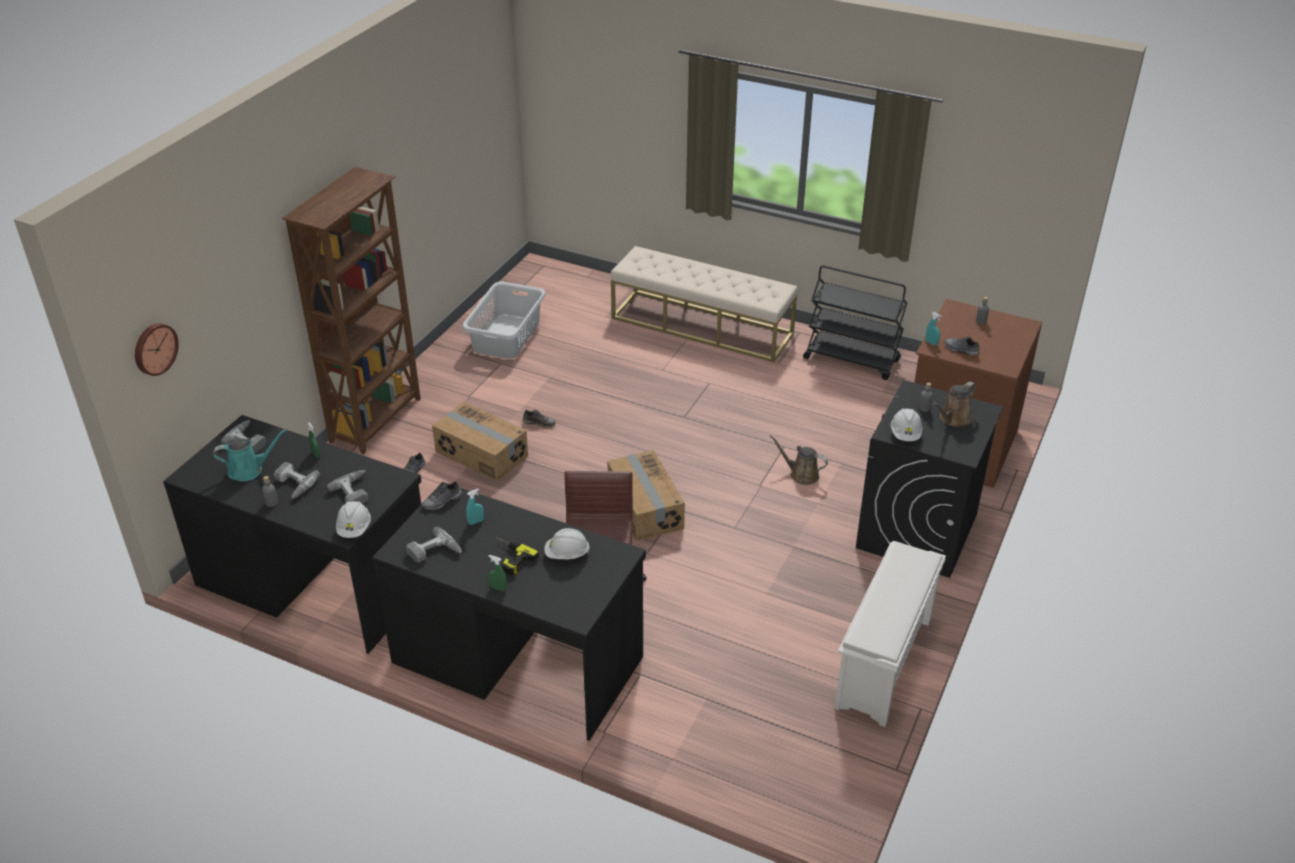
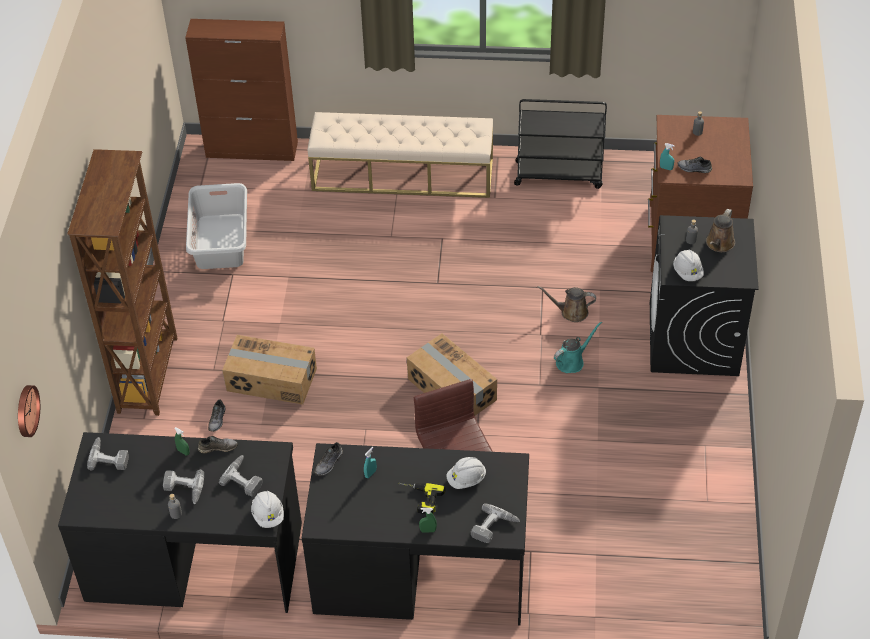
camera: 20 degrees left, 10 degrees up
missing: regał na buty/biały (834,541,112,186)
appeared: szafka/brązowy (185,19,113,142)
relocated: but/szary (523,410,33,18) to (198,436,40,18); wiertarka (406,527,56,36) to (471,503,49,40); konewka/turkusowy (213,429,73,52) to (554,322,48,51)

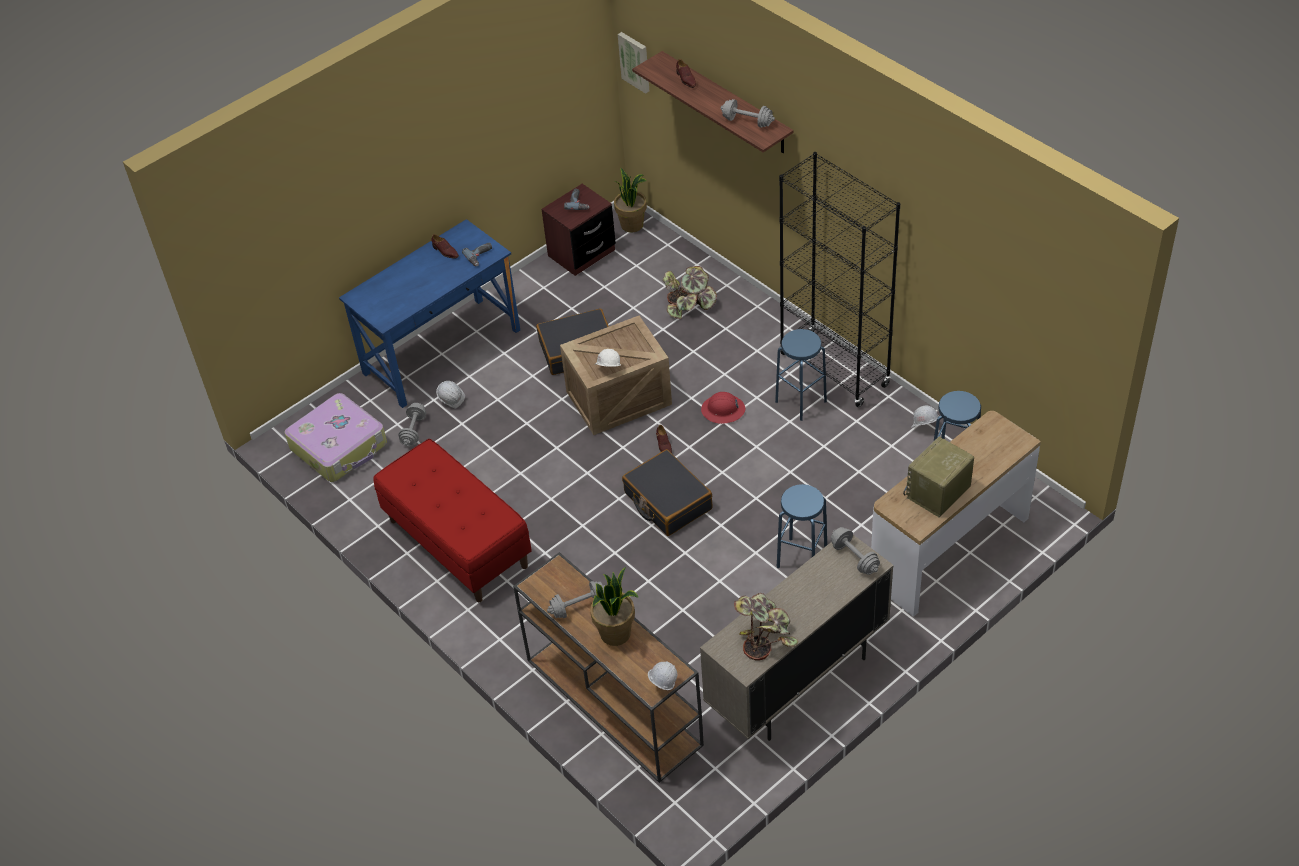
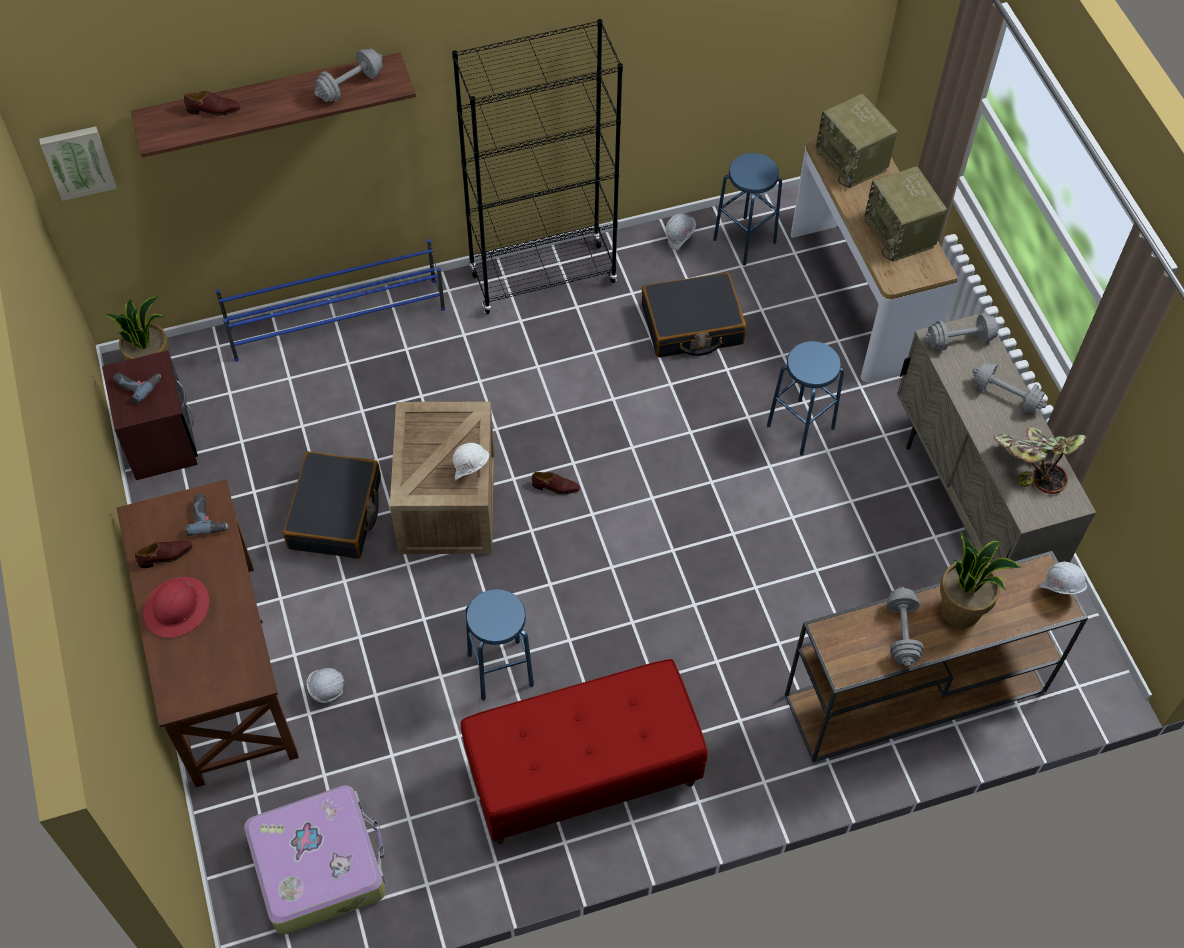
camera: 70 degrees left, 10 degrees up
missing: roślina doniczkowa (663,266,54,53)
appeared: regał na buty/niebieski (216,239,229,122); radio (816,94,82,94)
relocated: kask/czerwony (701,392,44,32) to (143,577,66,61); stołek/niebieski (775,329,52,92) to (466,589,68,112); walizka/czarny (622,449,90,87) to (642,272,104,86); hantel/szary (398,403,28,43) to (972,363,75,50)
colour: biurko/niebieski (339,219,181,189) to biurko/brązowy (117,479,182,308)

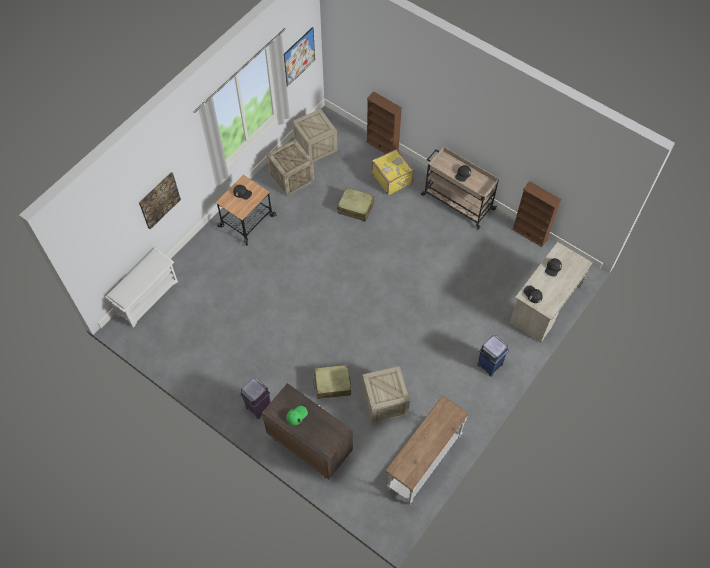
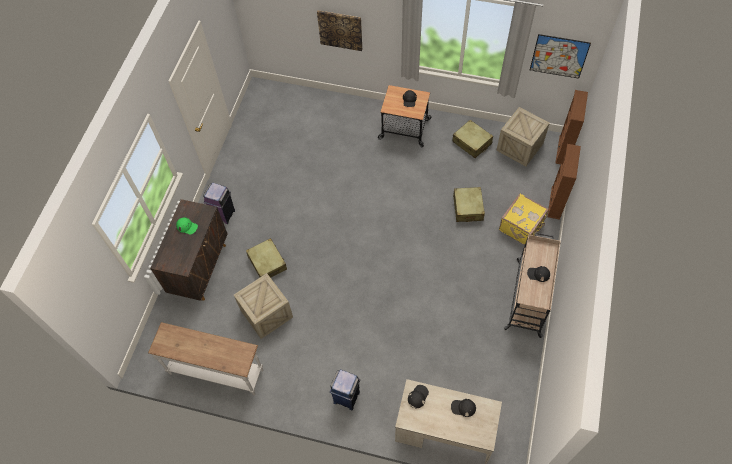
camera: 70 degrees right, 0 degrees up
missing: regał na buty/biały (105,248,73,80)
relocated: regał/brązowy (512,181,50,66) to (555,90,33,74)
exchanged: skrzynka (267,140,47,56) to walizka/beżowy (453,120,40,38)

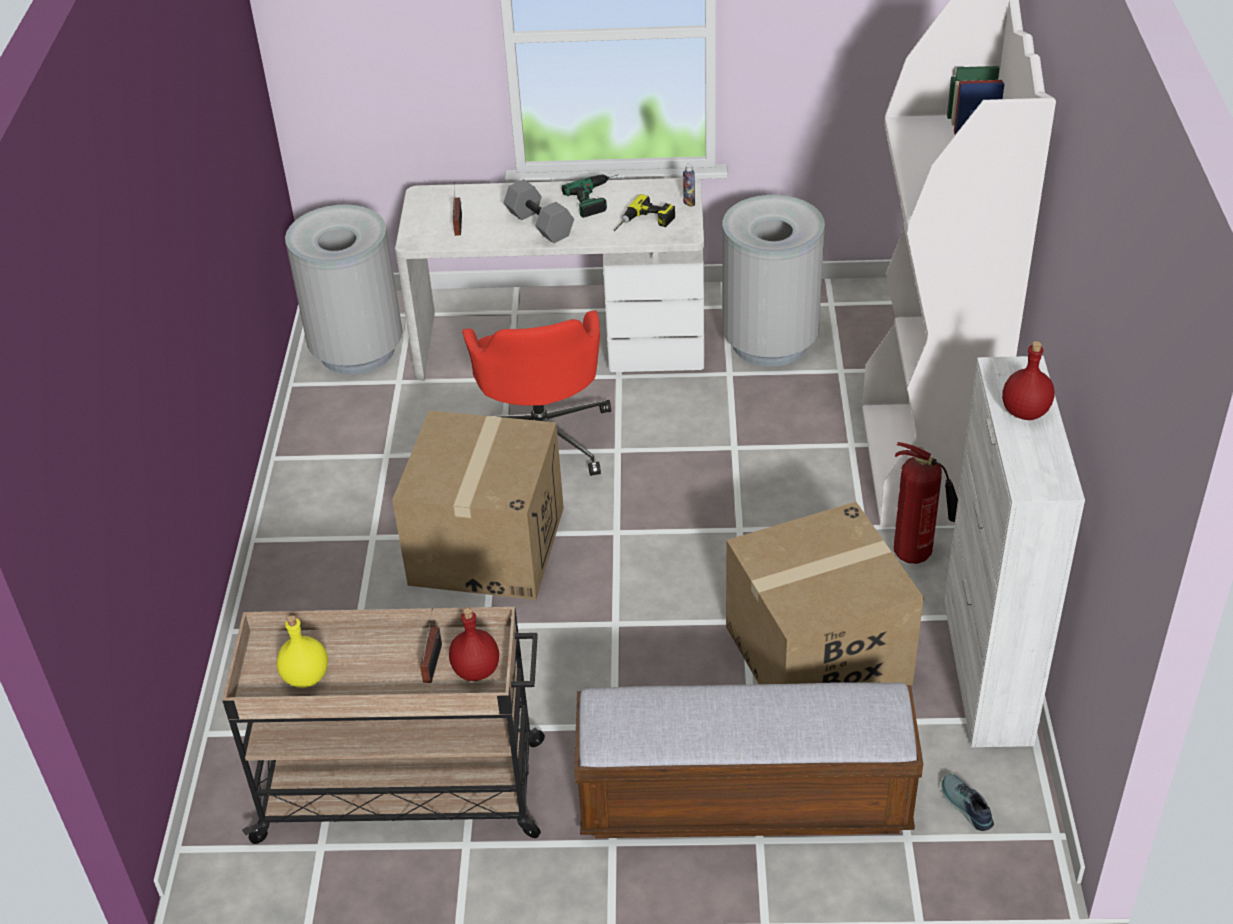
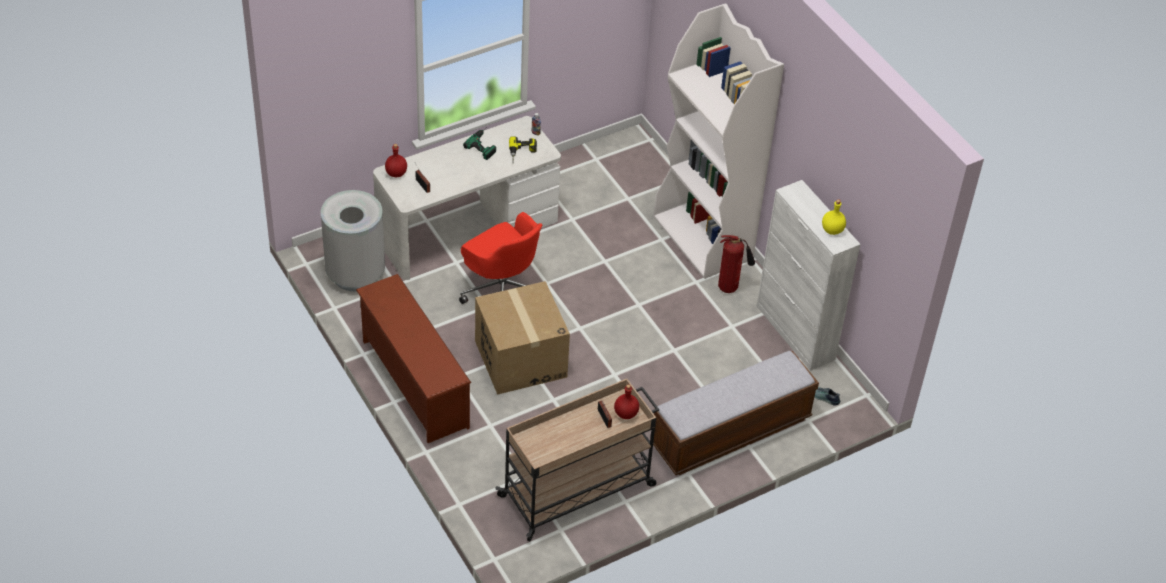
camera: 35 degrees left, 5 degrees up
missing: hantel/szary (504,179,70,64); kosz na śmieci/szary (722,195,103,171); karton (726,502,198,183)
appeared: regał na buty/brązowy (356,274,115,169)
relocated: butelka/czerwony (1002,341,53,79) to (385,144,22,33); butelka/żółty (277,615,51,73) to (822,199,24,36)

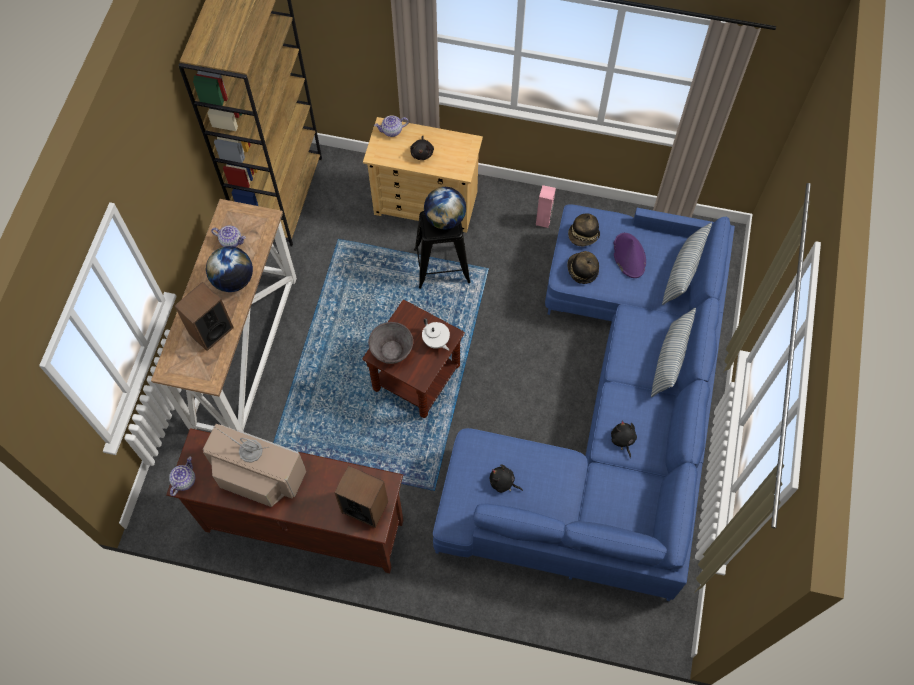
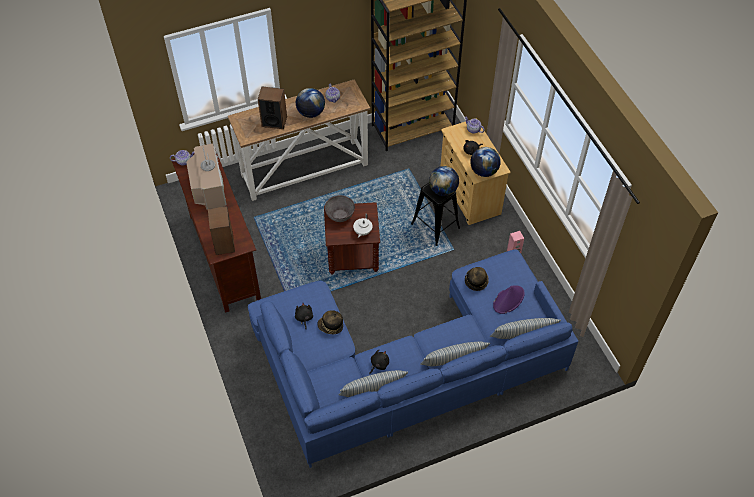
camera: 55 degrees right, 10 degrees down
appeared: poduszka (339,370,69,27); globus (470,147,31,30)
relocated: kapelusz (568,214,32,32) to (317,310,26,24)

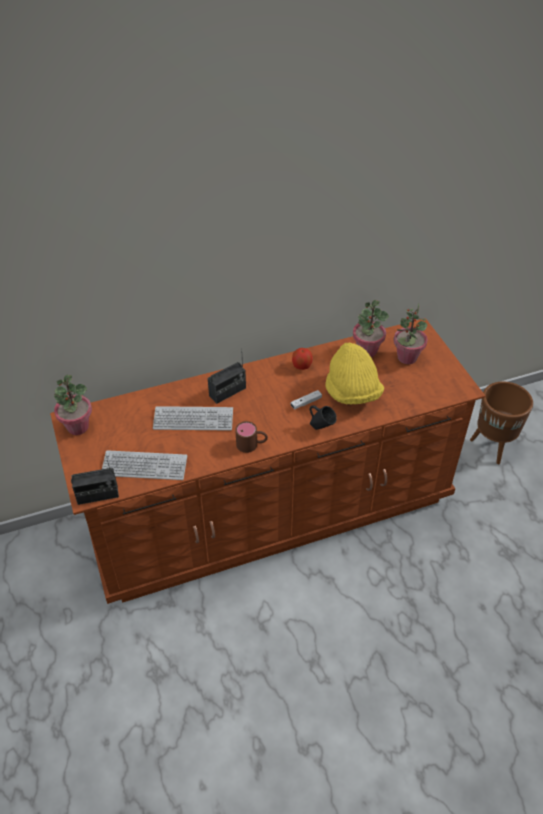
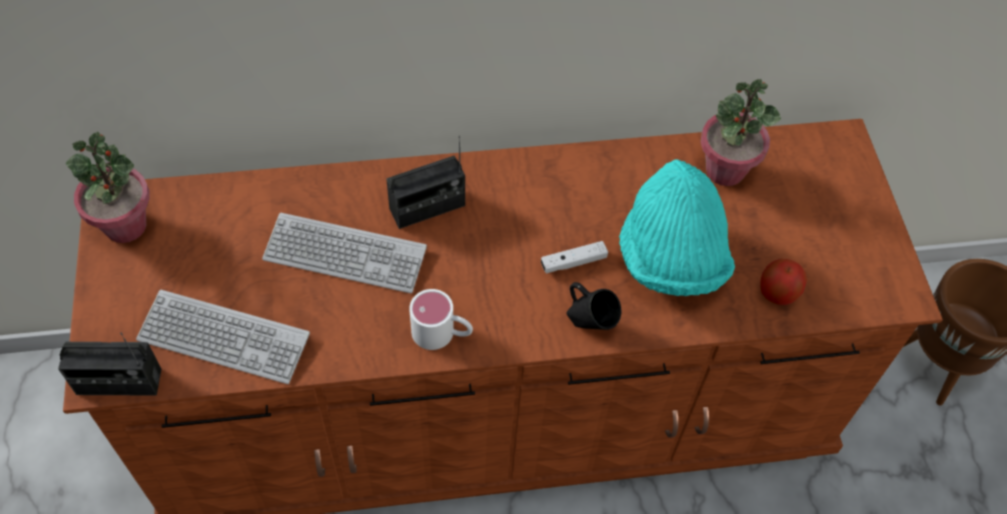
camera: 10 degrees right, 10 degrees up
missing: roślina doniczkowa (394,303,34,61)
relocated: jabłko (292,348,20,22) to (760,259,47,46)
colour: kubek/brązowy (235,421,33,32) to kubek/biały (409,289,64,61); kapelusz/żółty (325,343,59,62) to kapelusz/turkusowy (619,159,116,137)

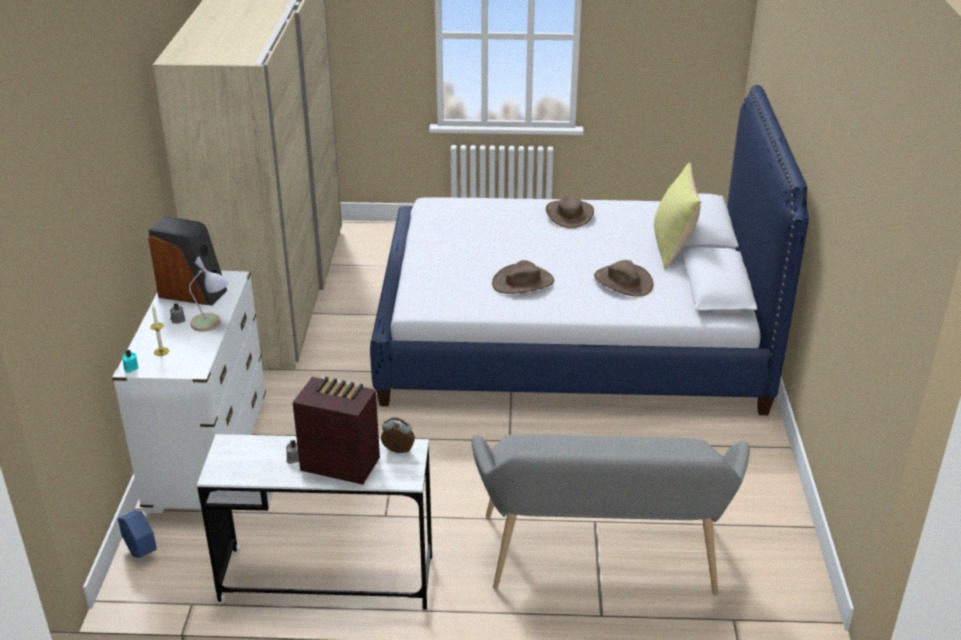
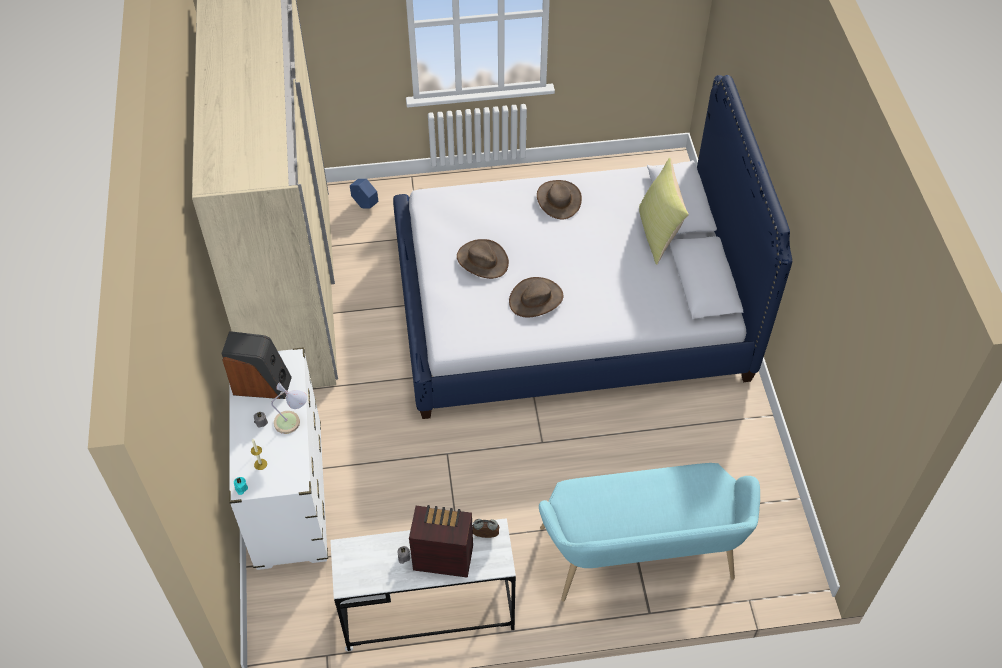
camera: 10 degrees left, 20 degrees up
relocated: donica/niebieski (118,510,39,48) to (350,179,28,30); kapelusz/brązowy (594,260,59,36) to (457,239,52,40)
colour: ławka/szary (471,434,279,161) to ławka/turkusowy (539,463,221,139)

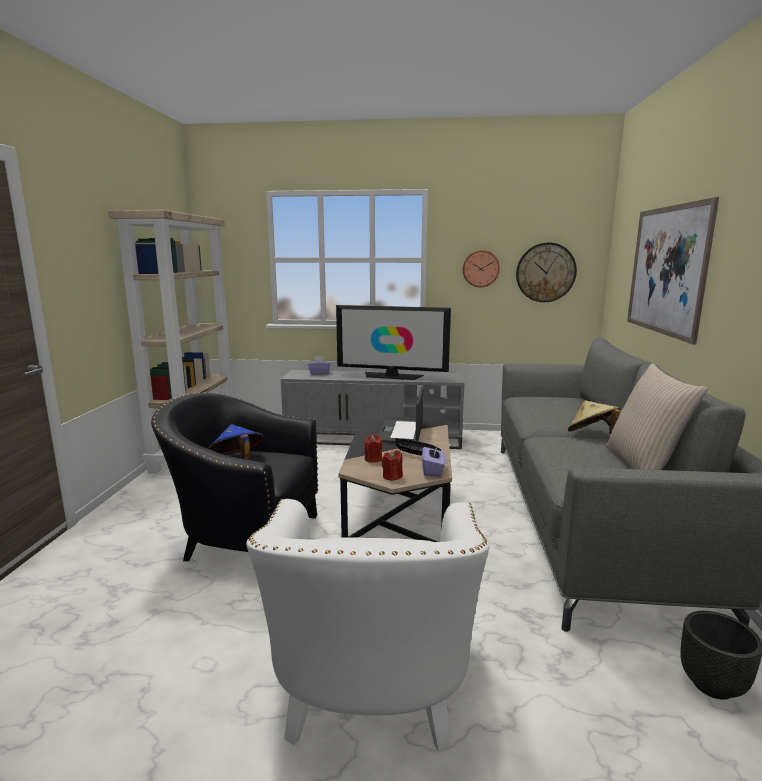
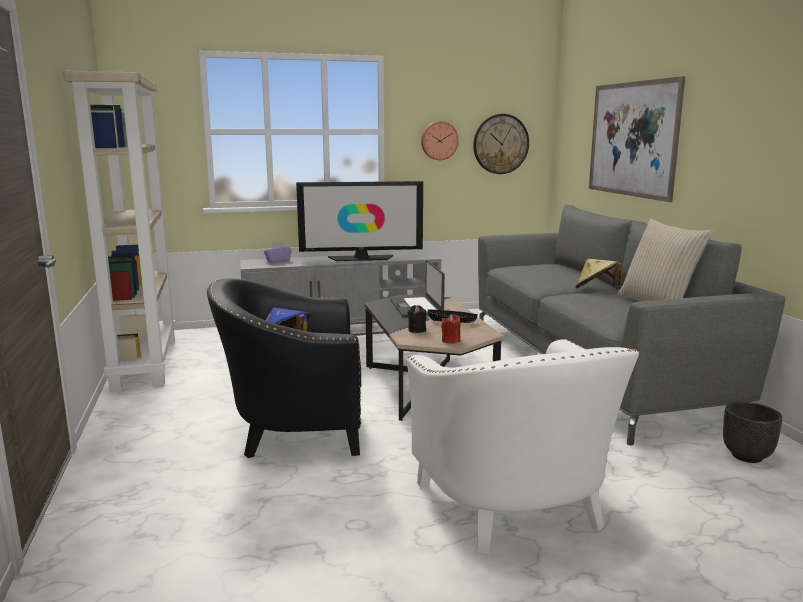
camera: 20 degrees left, 0 degrees up
missing: pudełko chusteczek/fioletowy (422,445,24,32)
colour: świeca/czerwony (364,434,18,29) to świeca/czarny (408,305,18,28)

